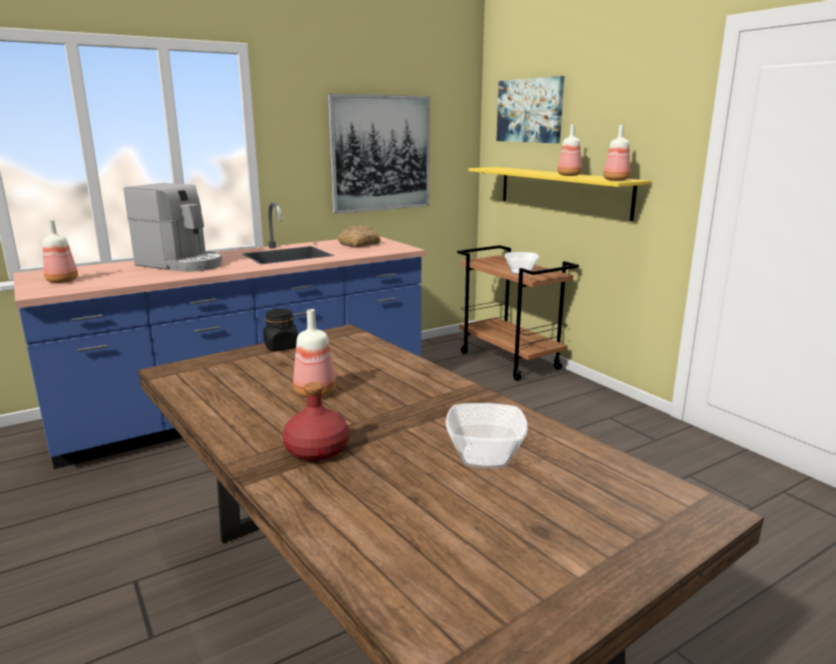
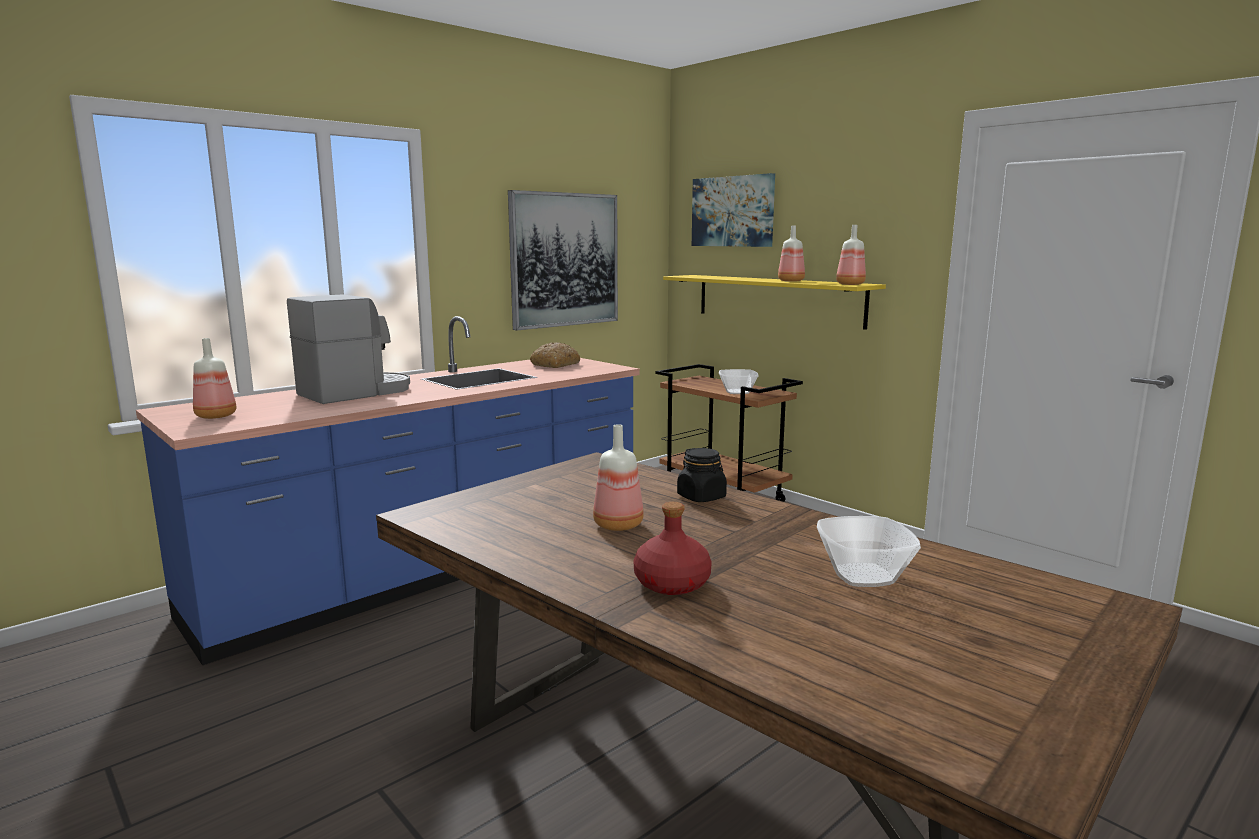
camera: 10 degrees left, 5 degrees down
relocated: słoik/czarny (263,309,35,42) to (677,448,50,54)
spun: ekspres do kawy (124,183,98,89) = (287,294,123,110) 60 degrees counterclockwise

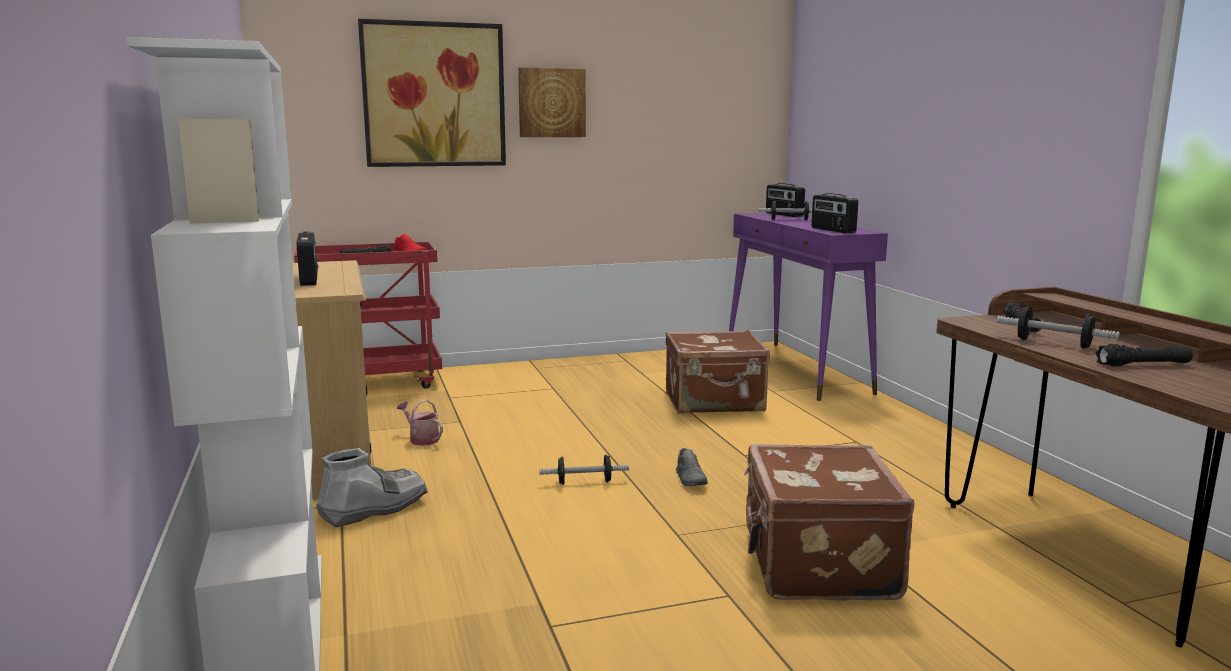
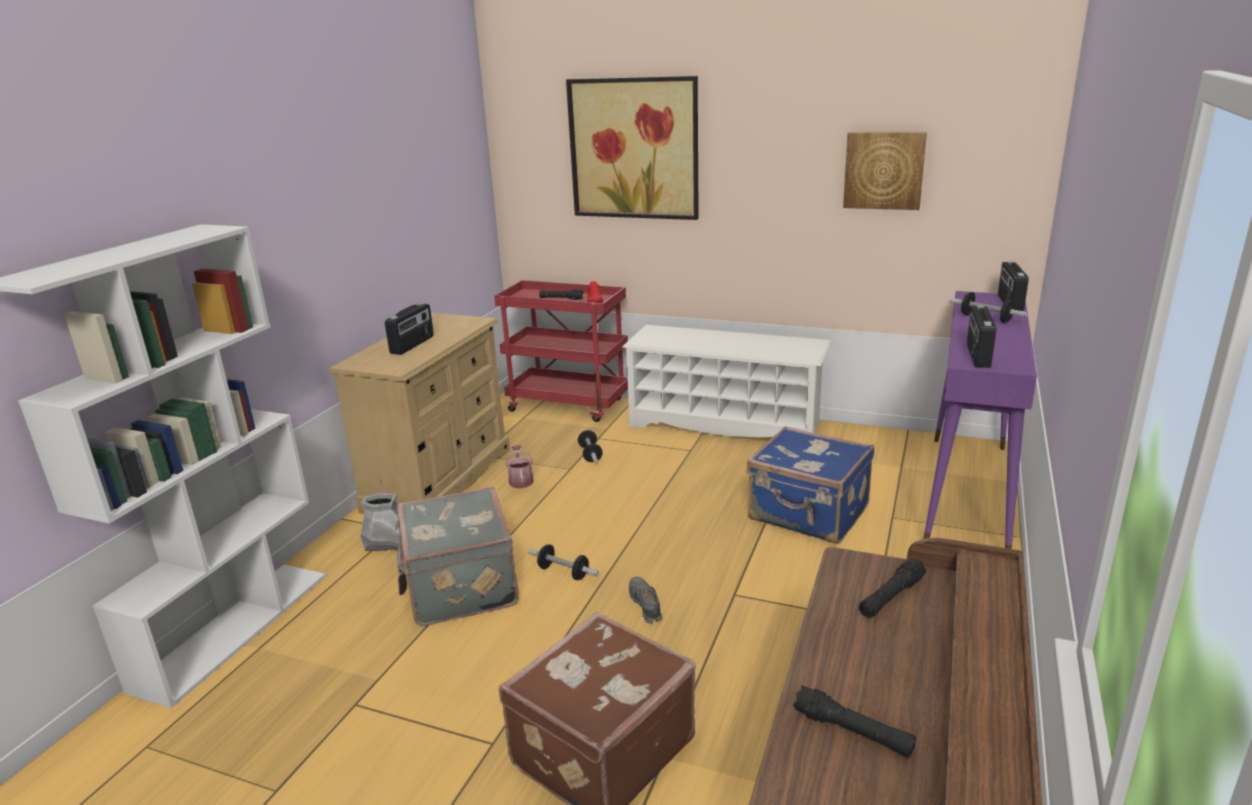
camera: 40 degrees right, 10 degrees up
appeared: walizka/szary (395,487,124,139); regał na buty/biały (622,325,210,112)
relocated: hantel (996,306,124,43) to (578,430,25,32); obraz (518,67,68,70) to (843,132,84,78)
colour: walizka/brązowy (665,330,105,84) to walizka/niebieski (746,426,128,118)
spun: but/szary (676,448,32,38) = (629,577,33,46) 135 degrees clockwise

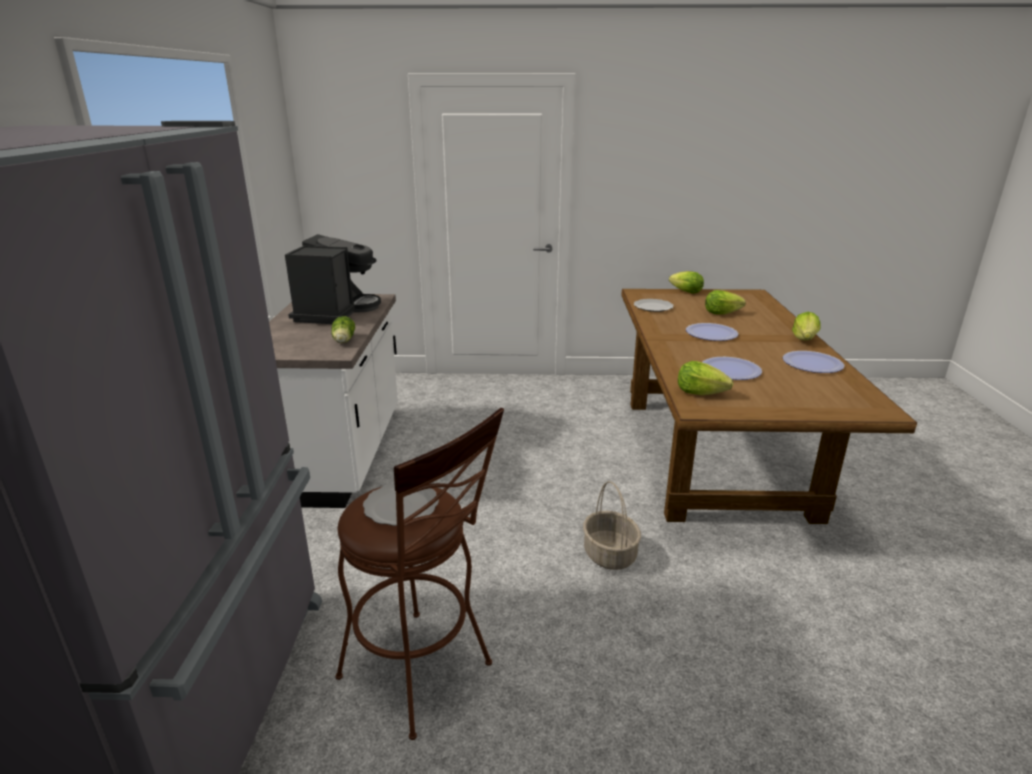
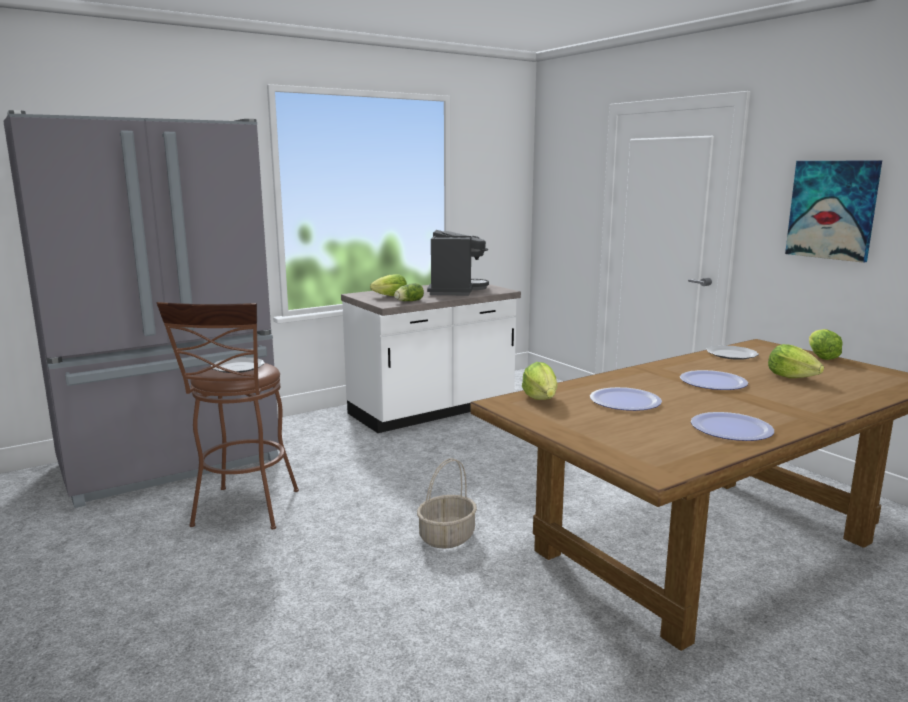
camera: 55 degrees right, 10 degrees down
appeared: obraz (785,160,97,103)
relocated: sałata (792,312,28,28) to (370,274,37,22)
spun: ekspres do kawy (285,234,96,90) = (427,230,62,66) 60 degrees counterclockwise

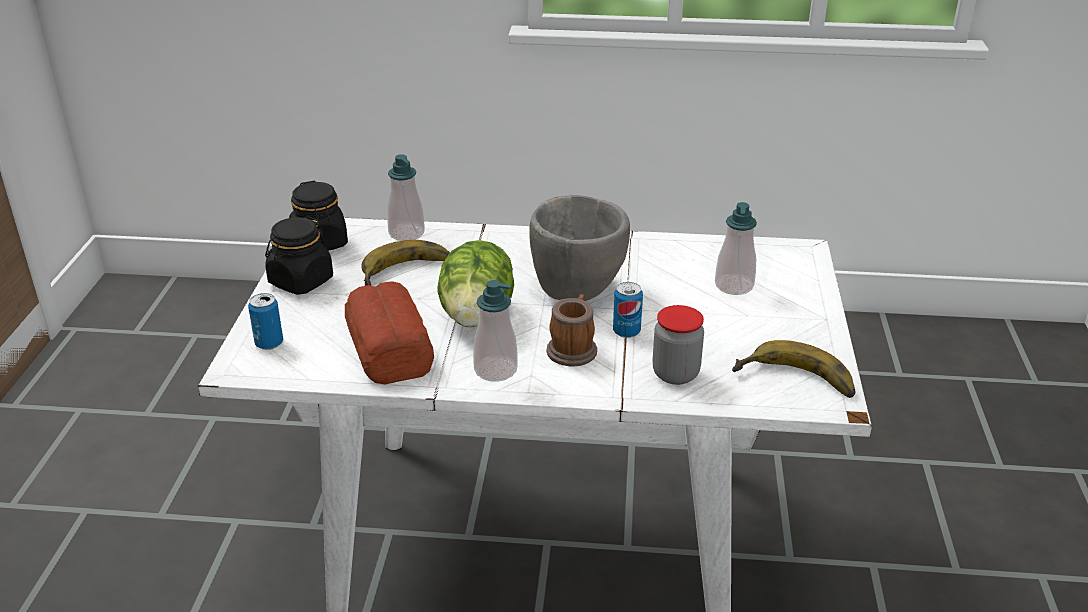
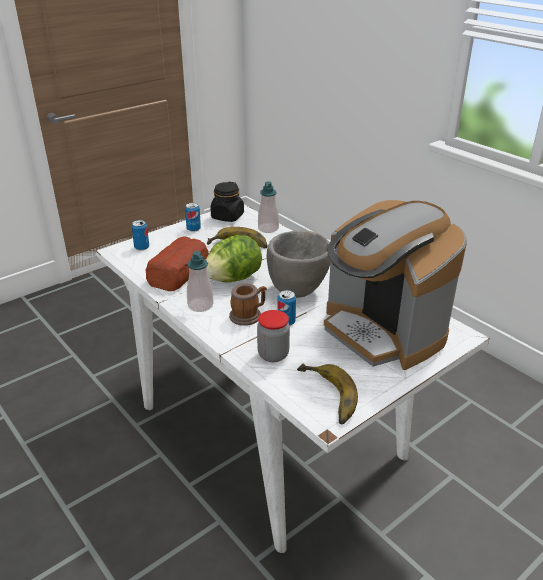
camera: 45 degrees right, 0 degrees up
exchanged: słoik/czarny (265,216,68,79) to puszka (185,203,16,29); dozownik mydła (715,202,42,93) to ekspres do kawy (324,200,143,170)

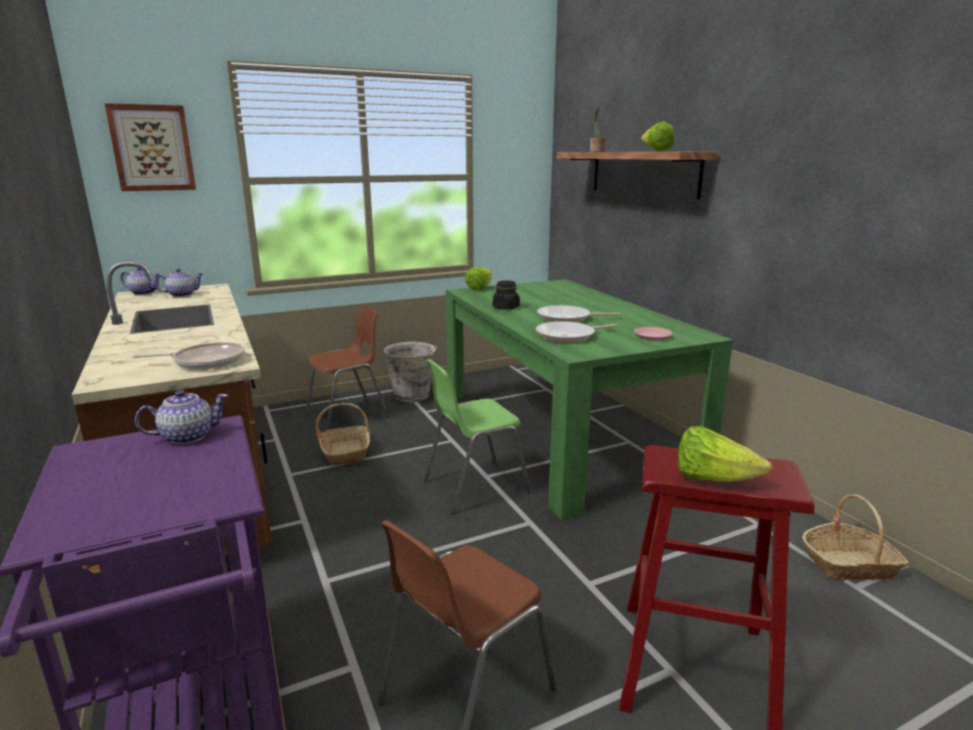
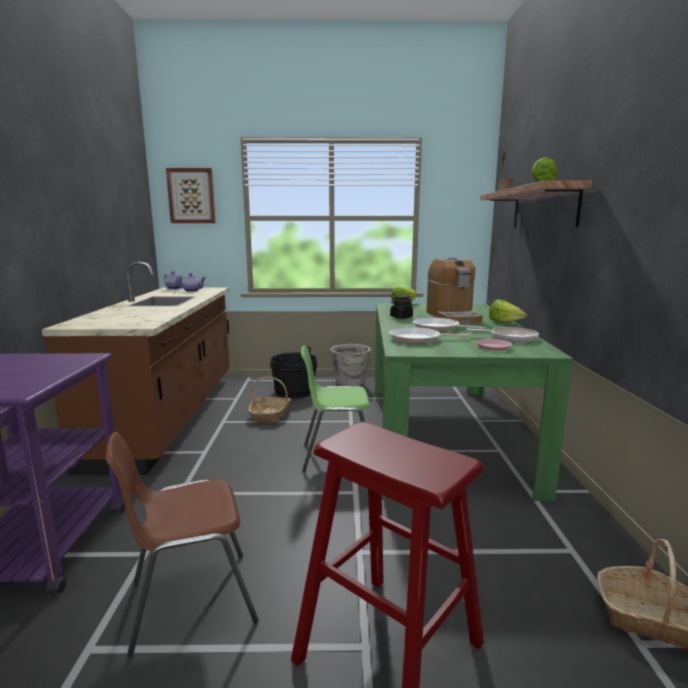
camera: 25 degrees right, 5 degrees down
missing: imbryk (135,390,93,54)
appeared: ekspres do kawy (426,257,57,67)
relocated: patelnia (132,342,113,28) to (466,327,73,15); sałata (677,426,95,56) to (489,299,38,23)
exchanged: krzesło/brązowy (305,305,85,126) to wiadro/czarny (270,347,47,52)

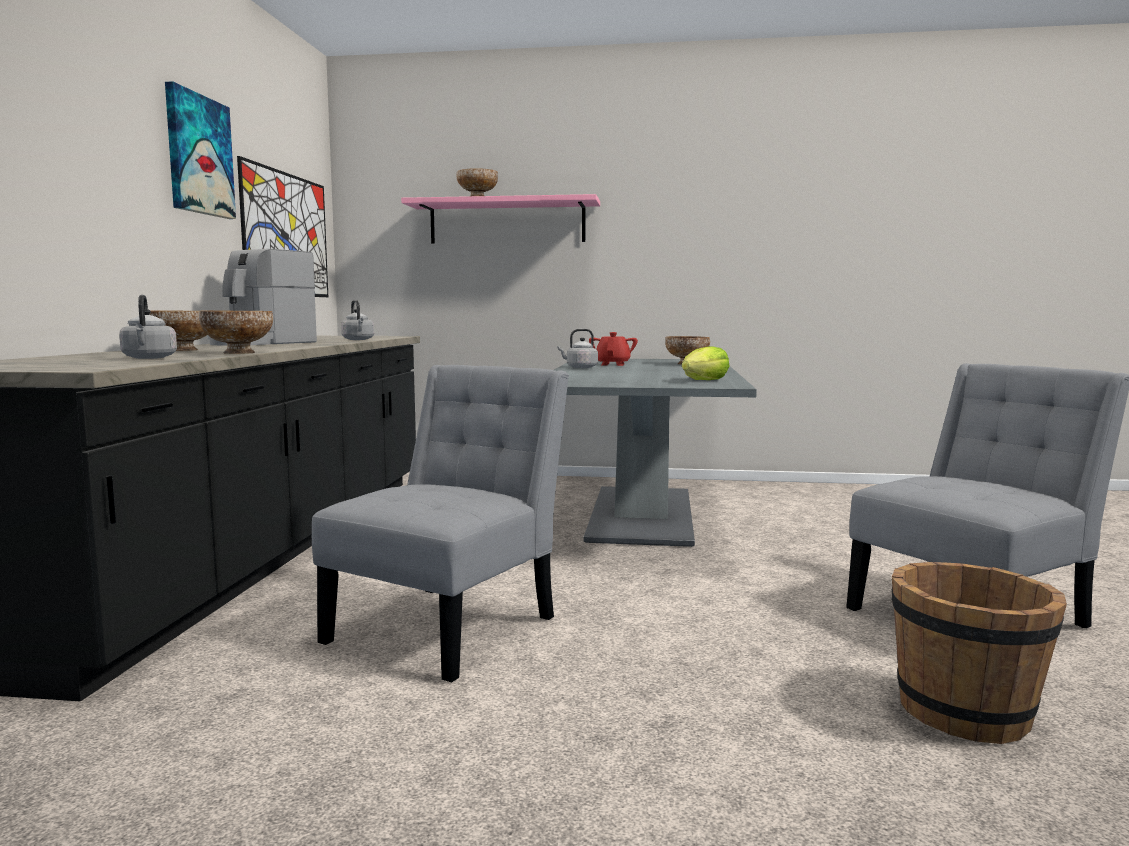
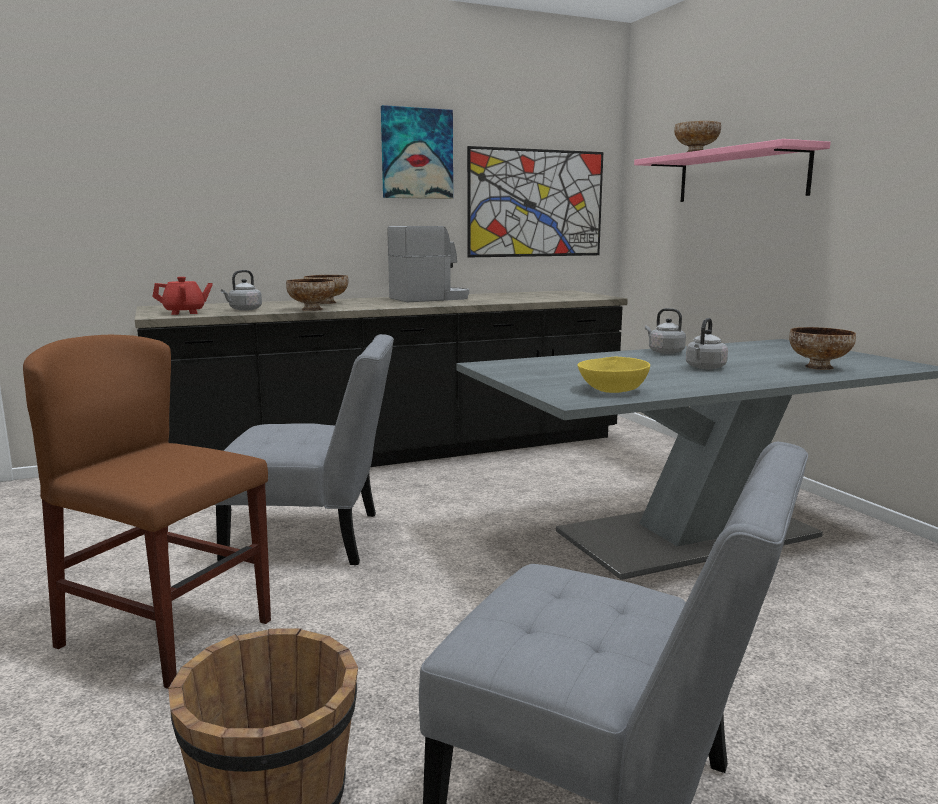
camera: 60 degrees right, 5 degrees up
appeared: krzesło/brązowy (23,335,248,354)
relocated: imbryk/czerwony (589,332,49,34) to (152,277,61,38); czajnik/szary (341,300,33,40) to (686,318,42,51)
exchanged: sałata (682,346,47,34) to miska/żółty (577,357,73,36)
spun: ekspres do kawy (207,248,110,98) = (387,226,82,76) 150 degrees clockwise

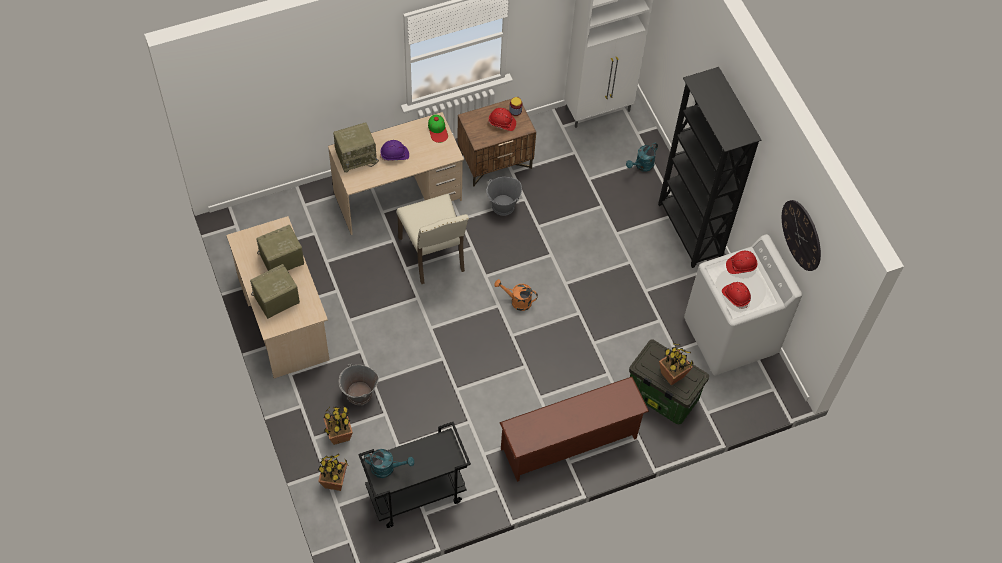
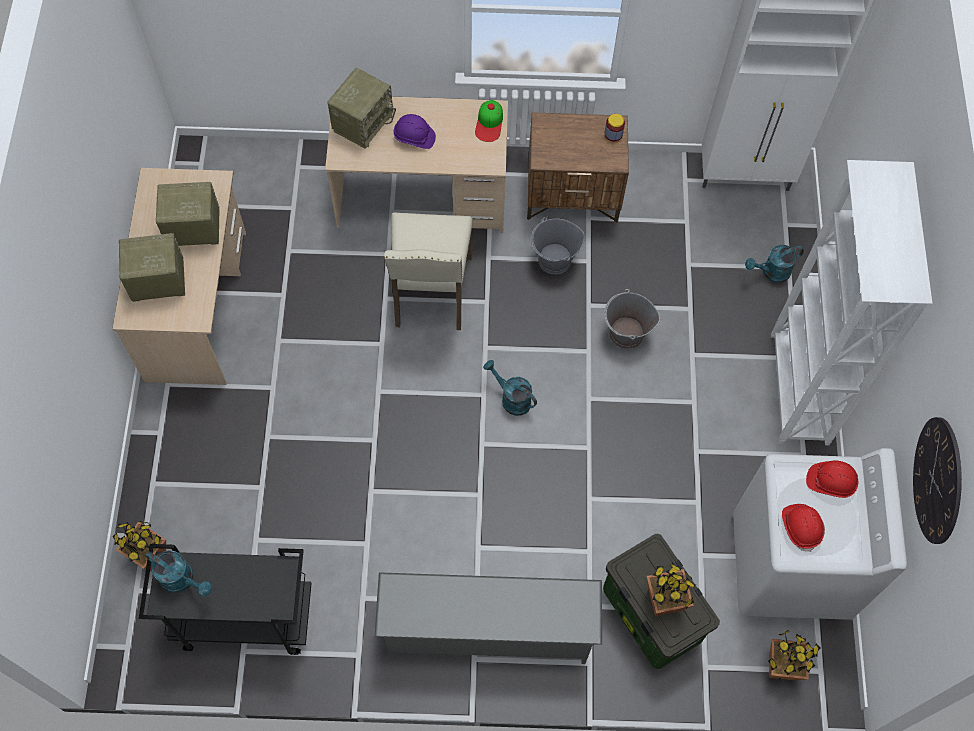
camera: 25 degrees right, 5 degrees up
missing: kask/czerwony (488,108,28,23)
relocated: wiadro/szary (339,363,40,42) to (604,289,56,60); roślina doniczkowa (324,406,29,39) to (768,630,53,50)
colour: regał na buty/brązowy (499,377,150,105) to regał na buty/szary (374,572,228,92); konewka/pomarańczowy (494,279,44,32) to konewka/turkusowy (483,360,54,56); regał/czarny (658,67,104,201) to regał/biały (771,160,162,285)
spun: radio (333,122,46,50) = (327,68,69,81) 60 degrees counterclockwise

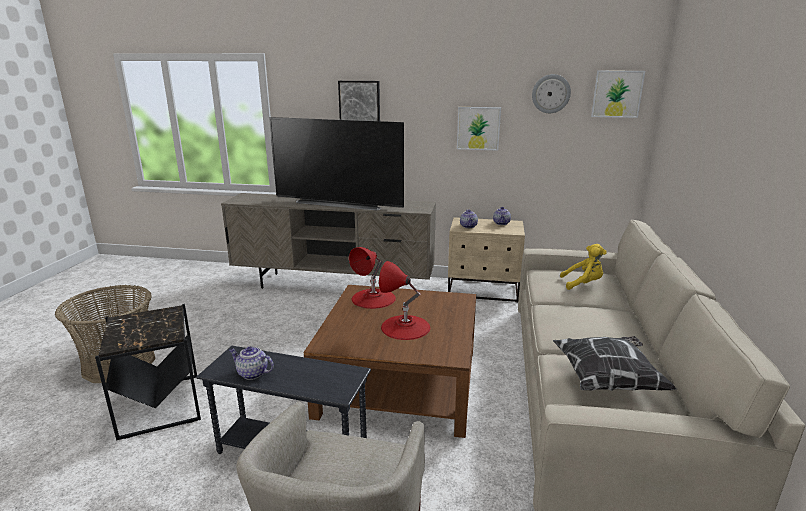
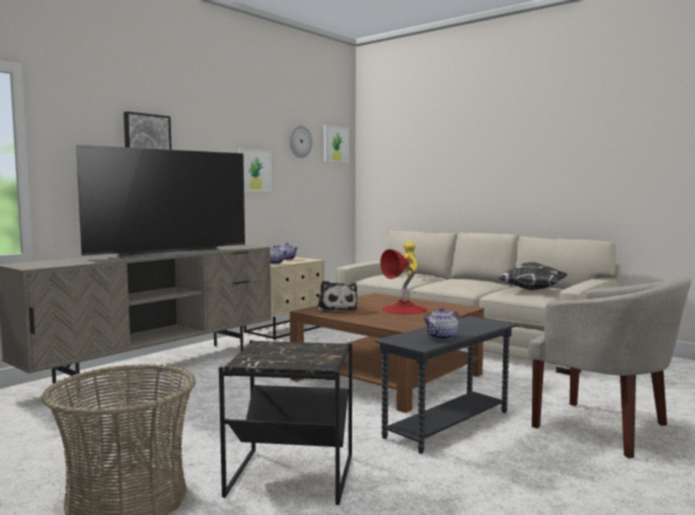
camera: 60 degrees left, 15 degrees down
exchanged: lampa stołowa/czerwony (349,247,47,62) to pluszak (317,281,40,32)

